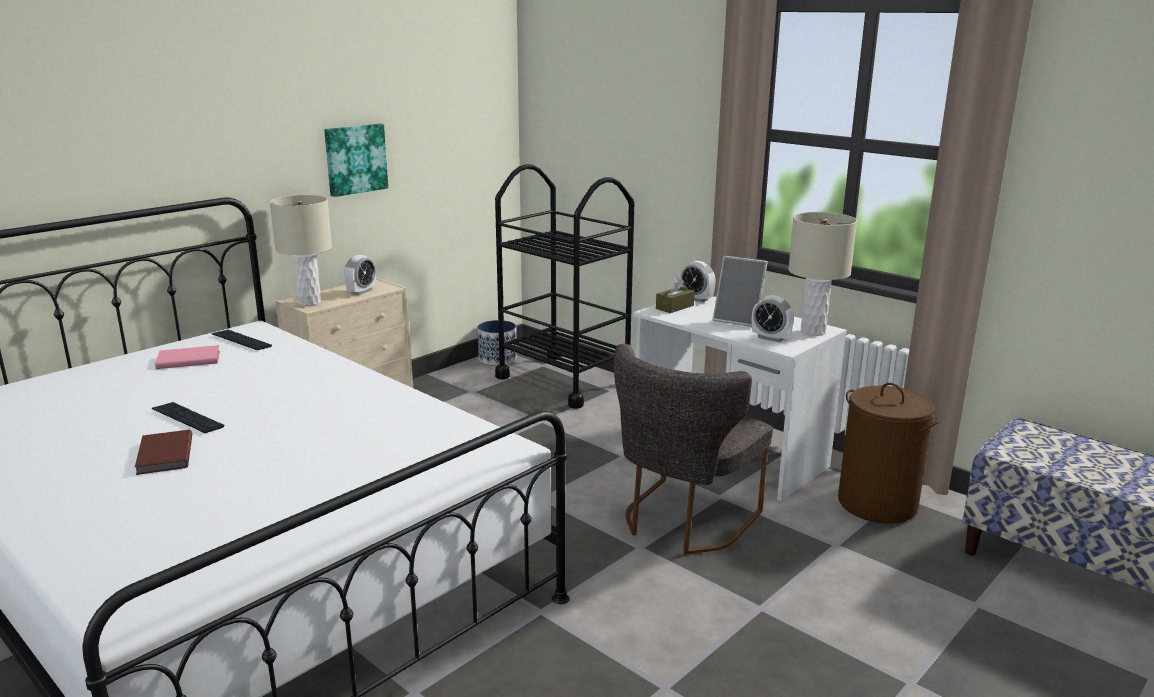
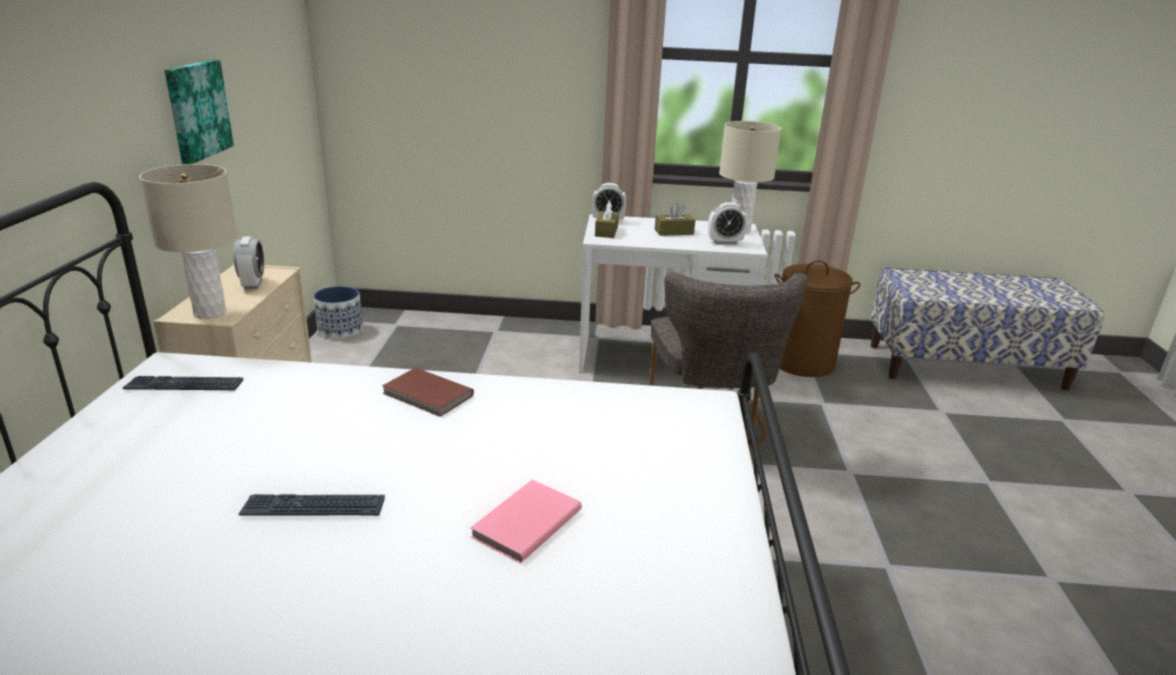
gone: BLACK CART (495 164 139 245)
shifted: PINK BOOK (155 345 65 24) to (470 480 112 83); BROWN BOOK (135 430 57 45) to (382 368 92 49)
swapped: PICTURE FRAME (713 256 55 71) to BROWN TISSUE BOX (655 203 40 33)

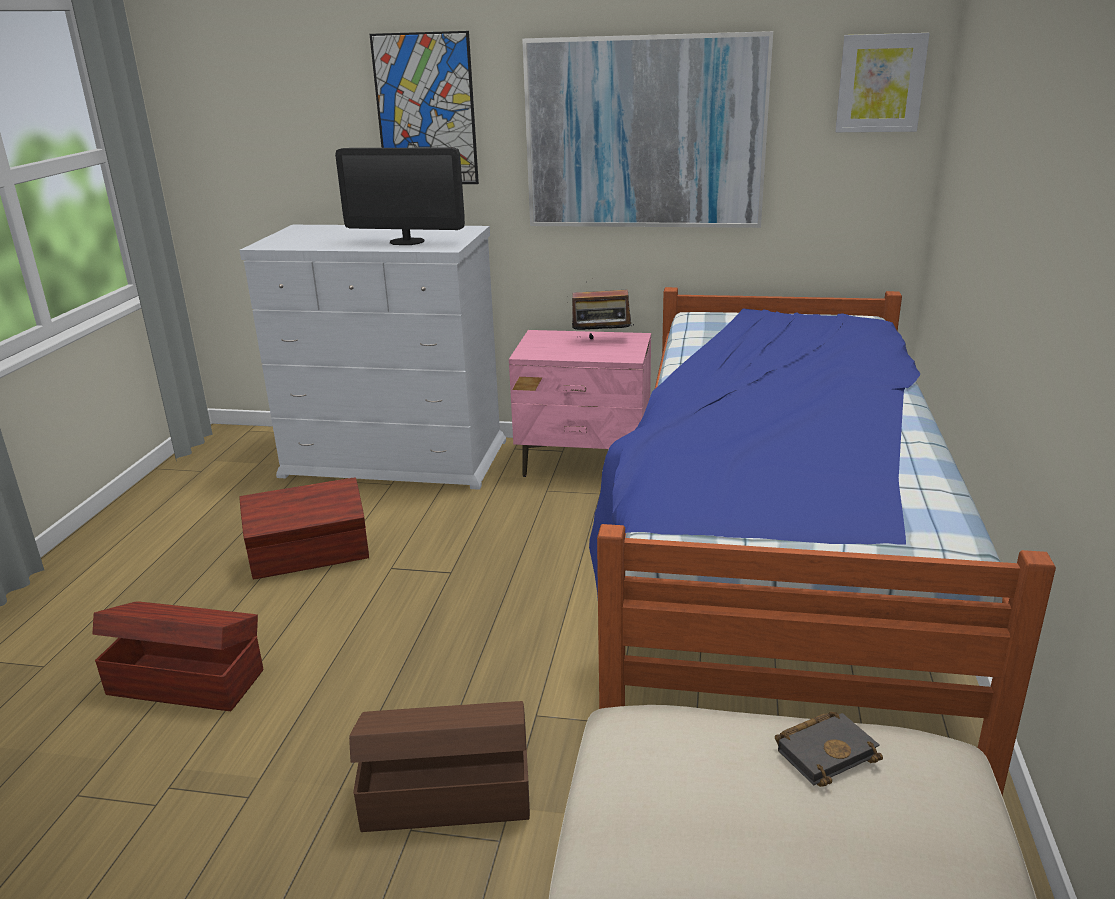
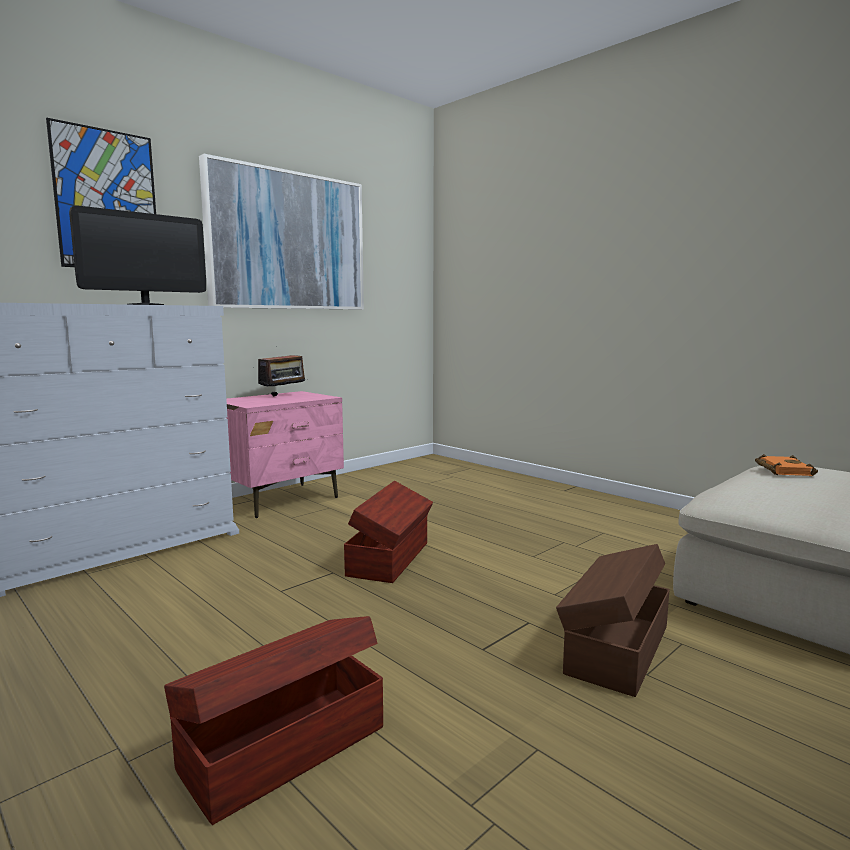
gone: PICTURE (835 33 95 99); BED (589 287 467 509)
shifted: BROWN STORAGE BOX (240 477 129 103) to (344 481 89 102)
repainted: BLACK BOOK (775 712 108 75) to ORANGE BOOK (755 454 63 22)

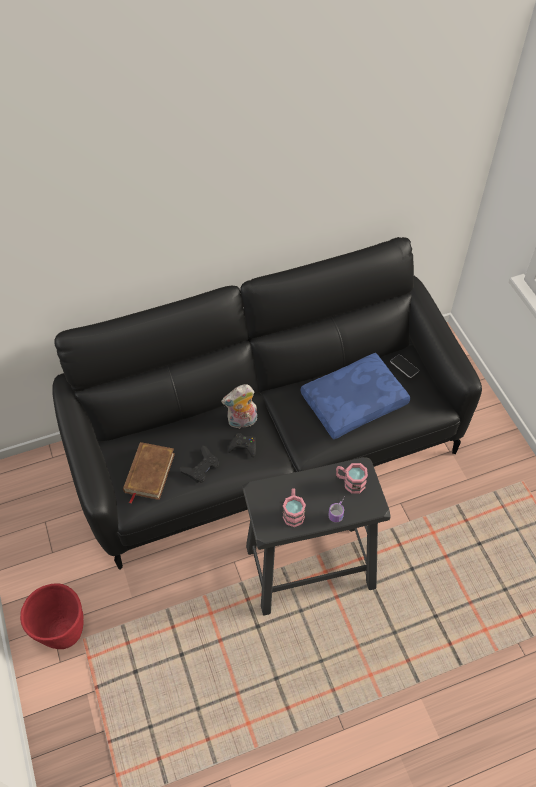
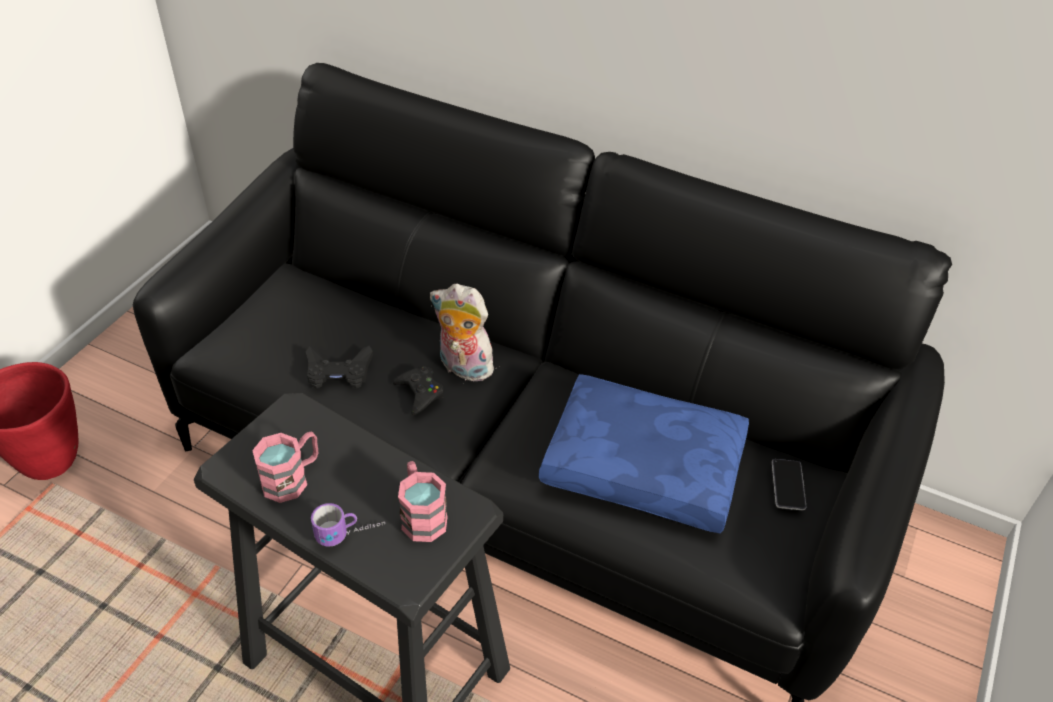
gone: BROWN BOOK (123 442 52 61)

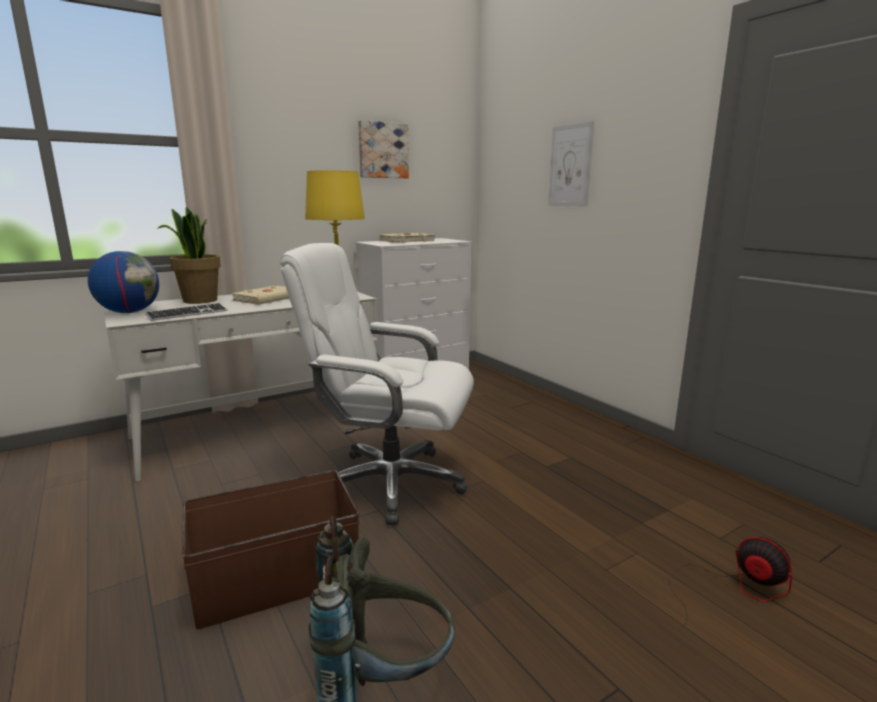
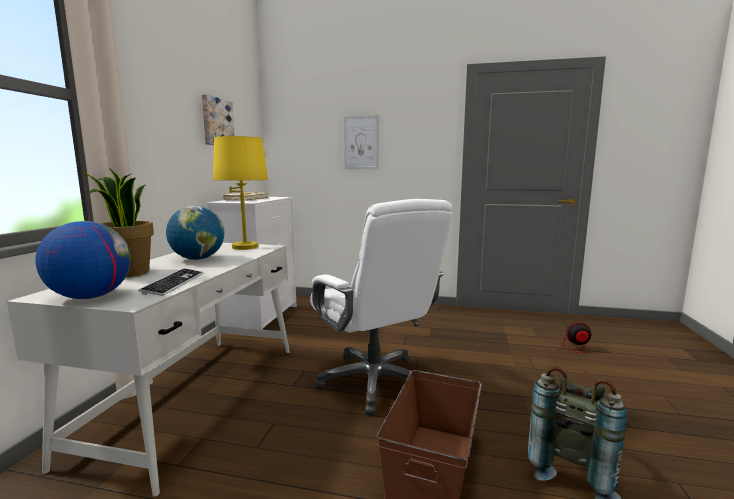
swapped: BEIGE BOOK (231 285 58 20) to GLOBE (166 206 59 54)
rotated: WHITE OFFICE CHAIR (280 243 194 282) = (310 199 142 216) 90 degrees counterclockwise

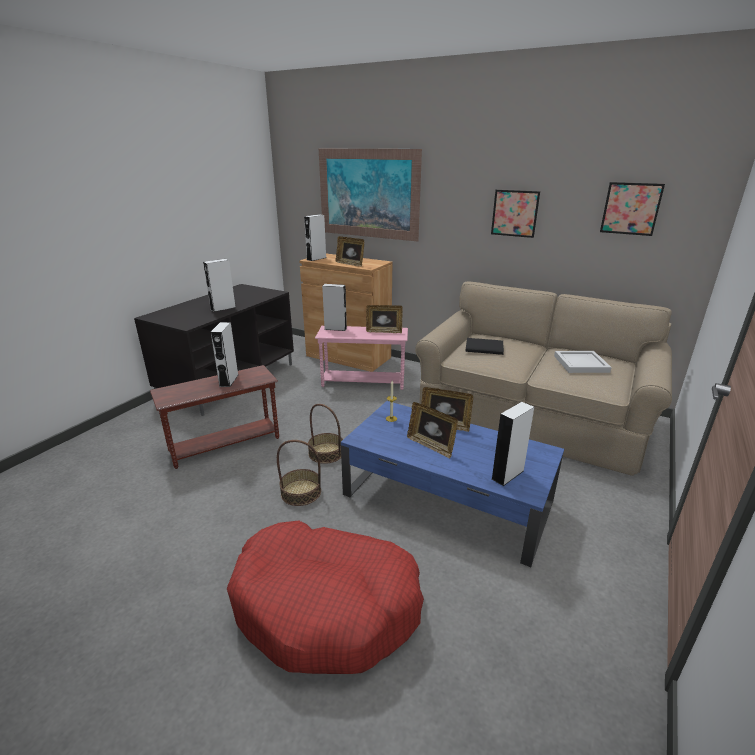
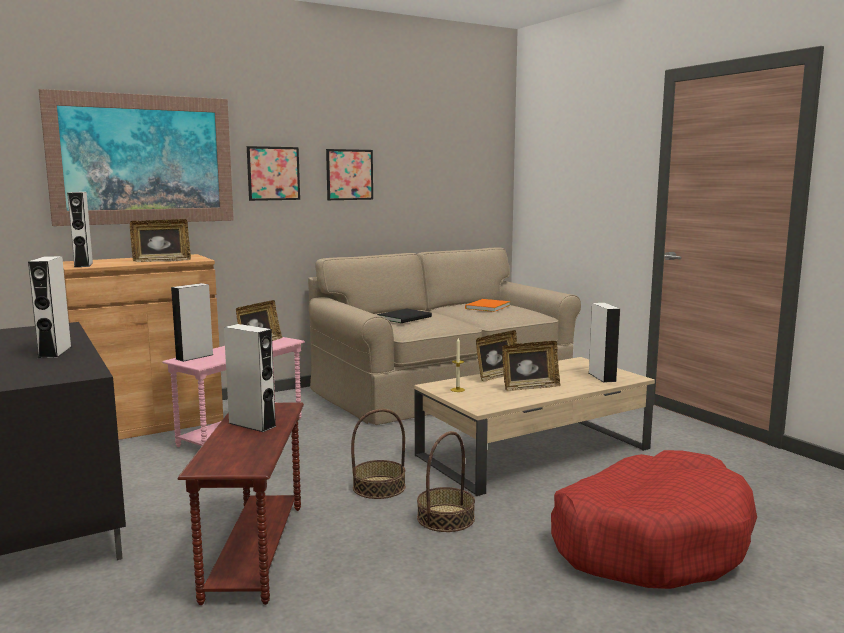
shifted: PICTURE (600 182 65 54) to (247 146 53 55)
swapped: WHITE TRAY (554 351 58 22) to ORANGE BOOK (465 299 45 13)
repainted: BLUE COFFEE TABLE (341 401 223 166) to BEIGE COFFEE TABLE (414 357 241 139)

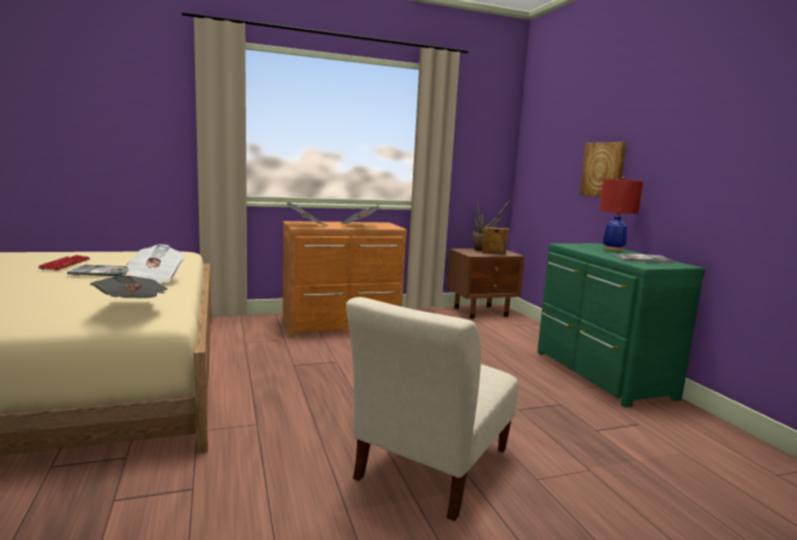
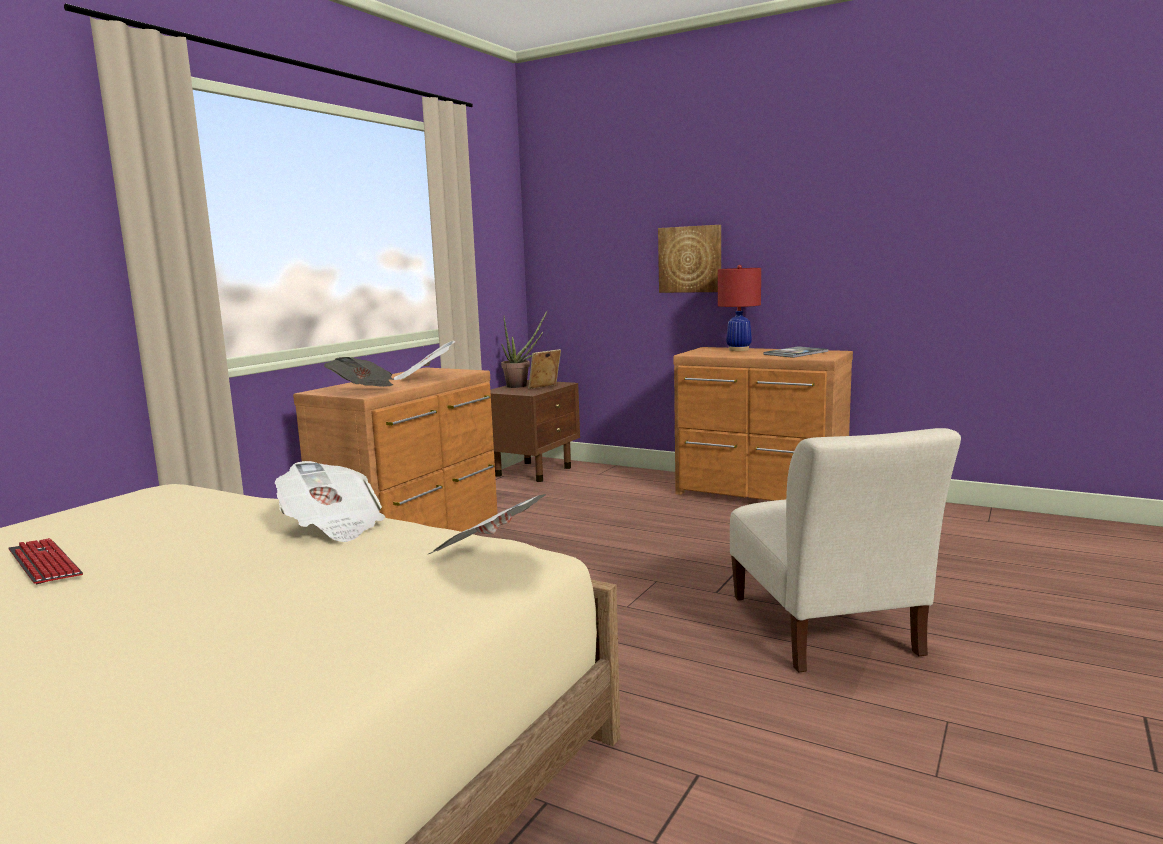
gone: BOOK (67 265 62 12)
repainted: GREEN DRESSER (538 243 168 164) to BROWN DRESSER (673 347 180 154)

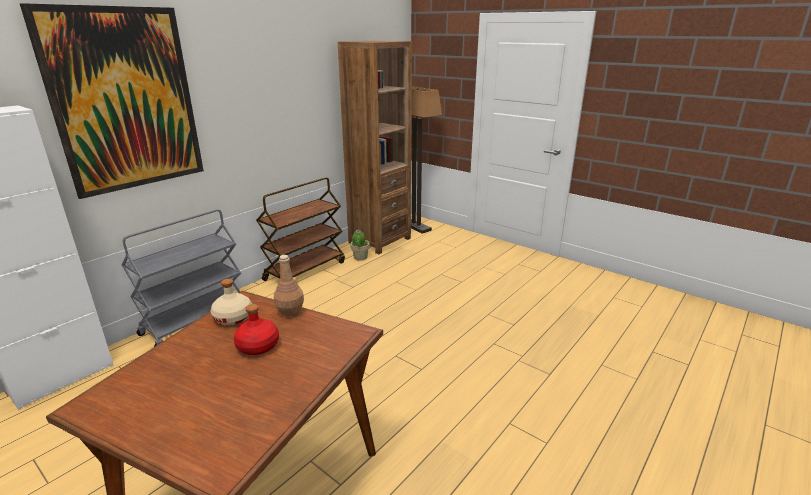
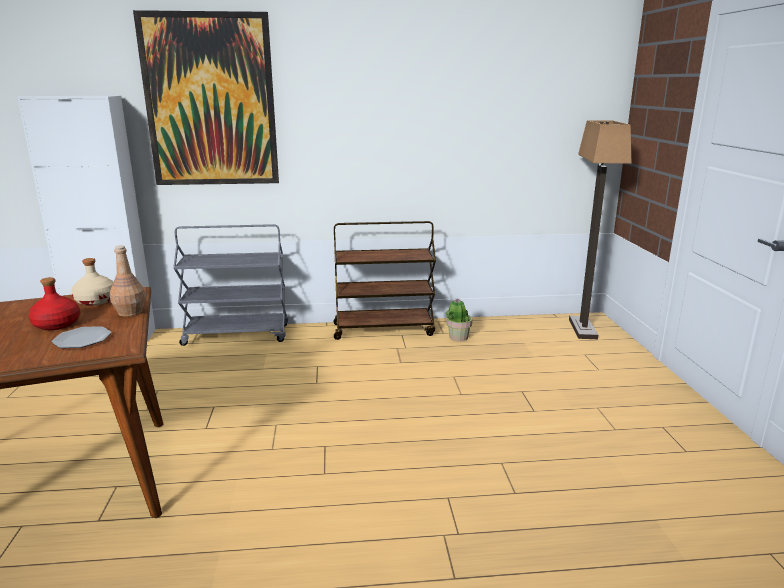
gone: BROWN BOOKCASE (338 40 74 214)
new: PLATE (51 326 60 22)

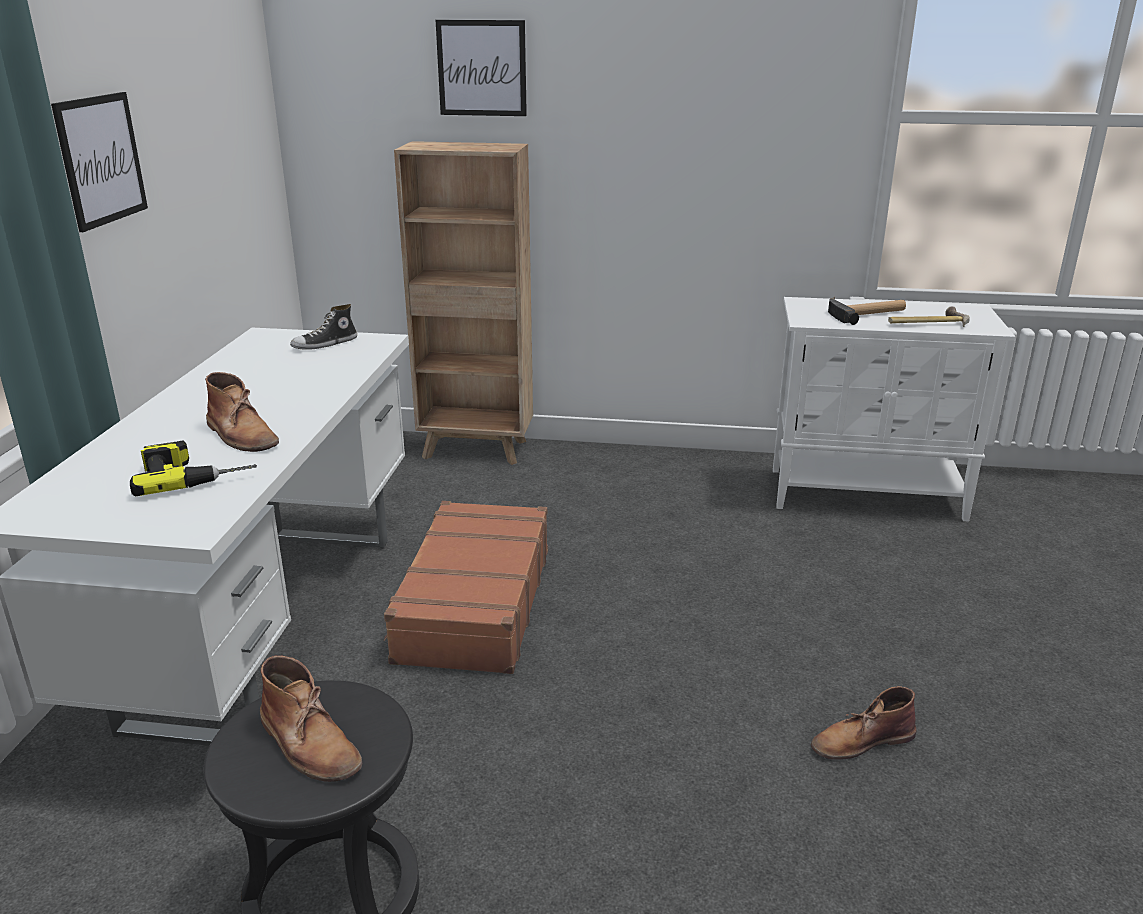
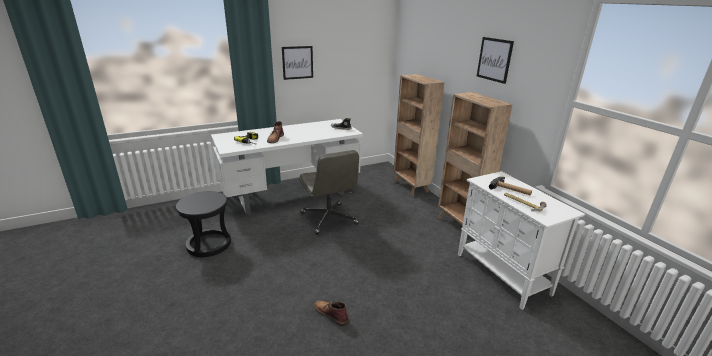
gone: BROWN BOOT (260 656 102 126)
new: BROWN BOOKCASE (438 92 75 134)
shifted: PICTURE (436 20 91 96) to (477 37 37 47)
swapped: BROWN SUITCASE (383 501 165 173) to GREY OFFICE CHAIR (299 150 60 84)

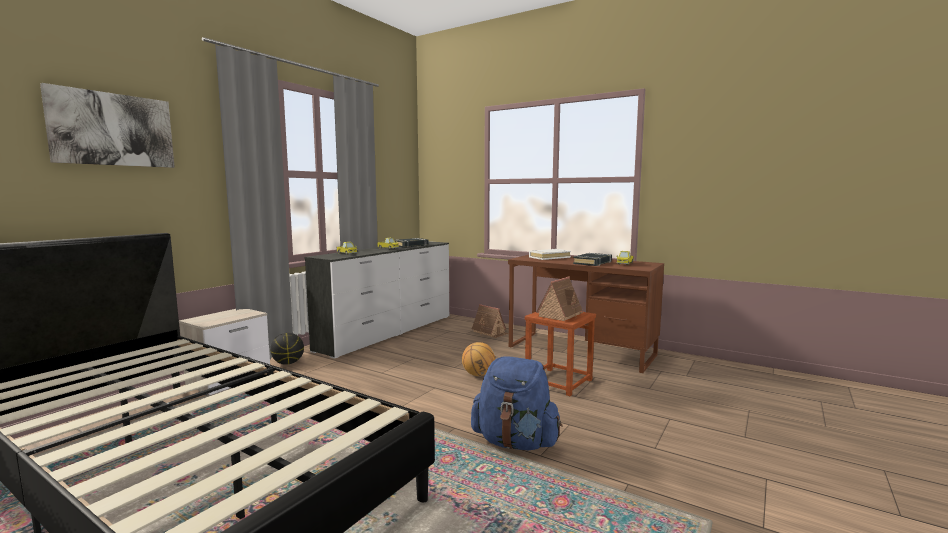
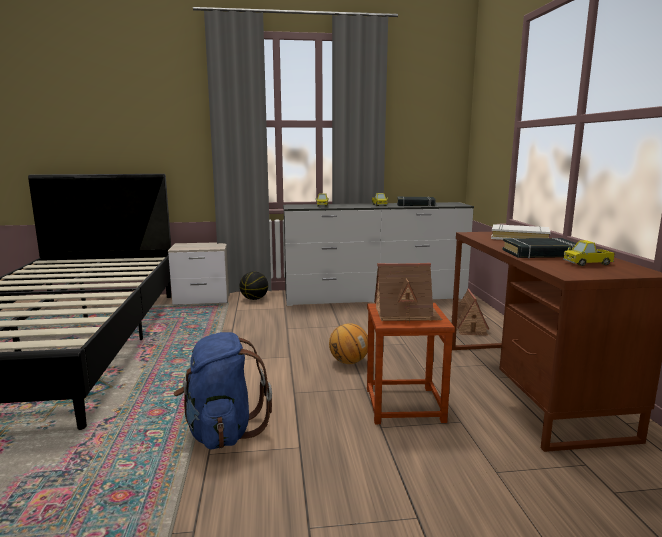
gone: PICTURE (40 83 135 85)

